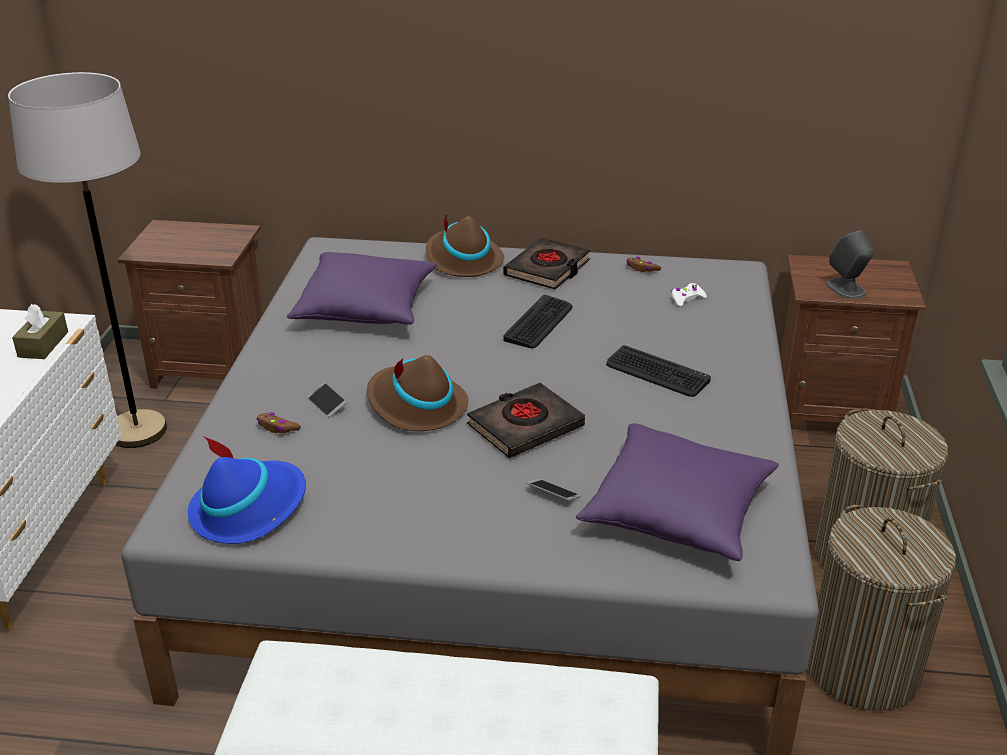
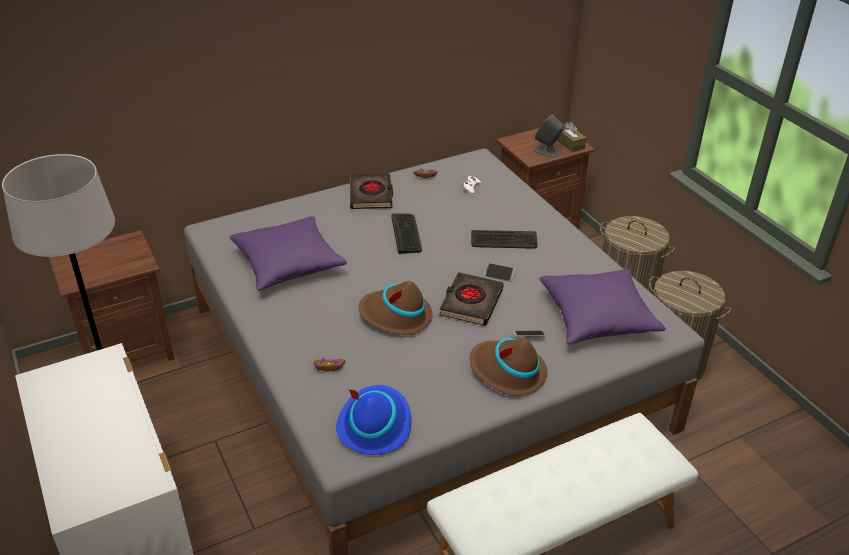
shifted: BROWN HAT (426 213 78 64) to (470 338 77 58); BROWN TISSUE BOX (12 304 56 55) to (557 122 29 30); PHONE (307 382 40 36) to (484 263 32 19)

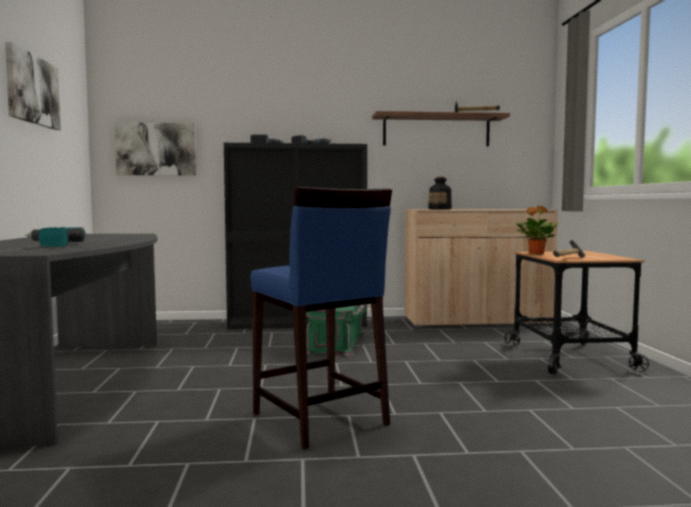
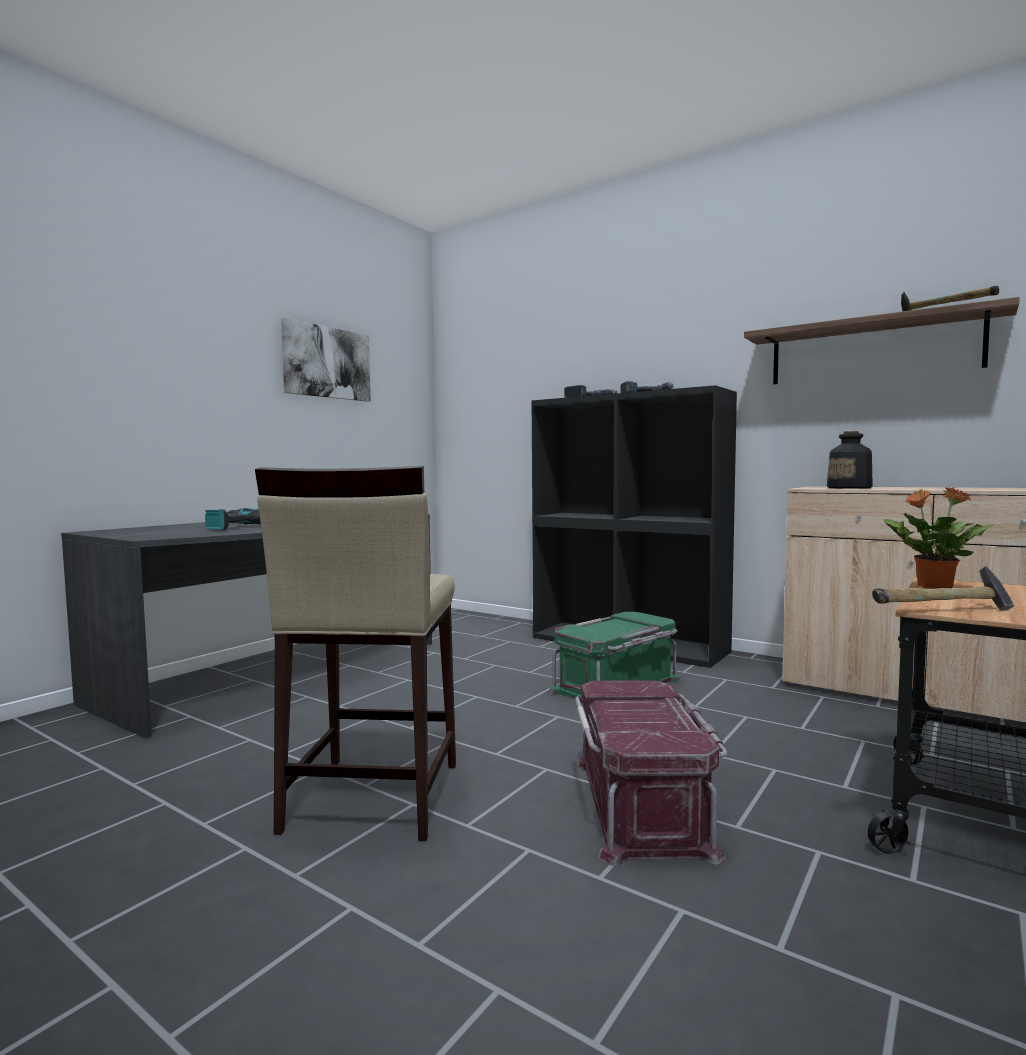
gone: PICTURE (114 122 82 54)
new: RED STORAGE BOX (575 680 152 187)
repainted: BLUE STOOL (251 187 141 262) to BEIGE STOOL (255 466 201 375)

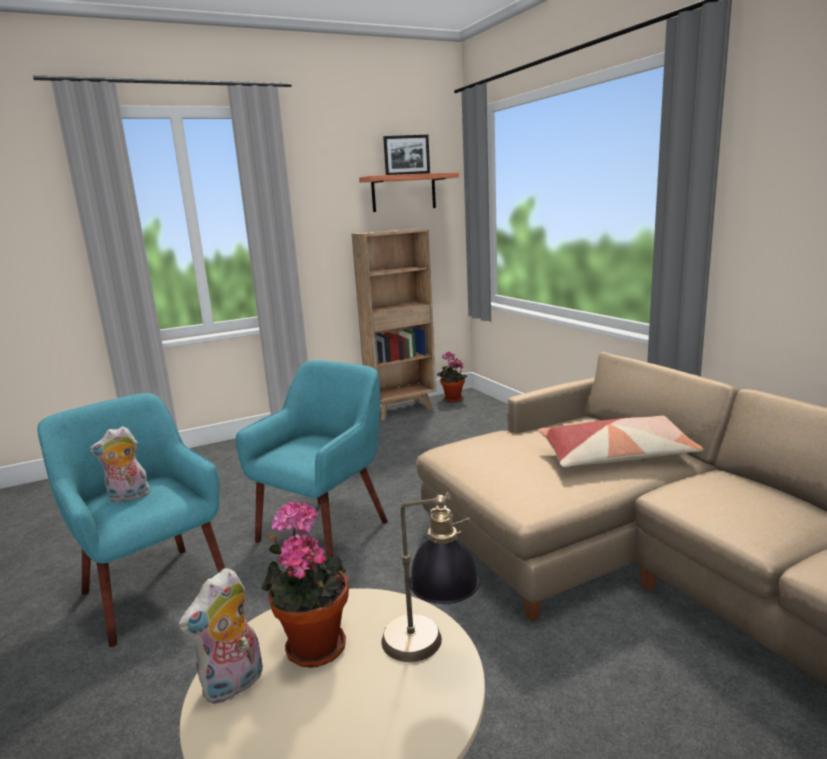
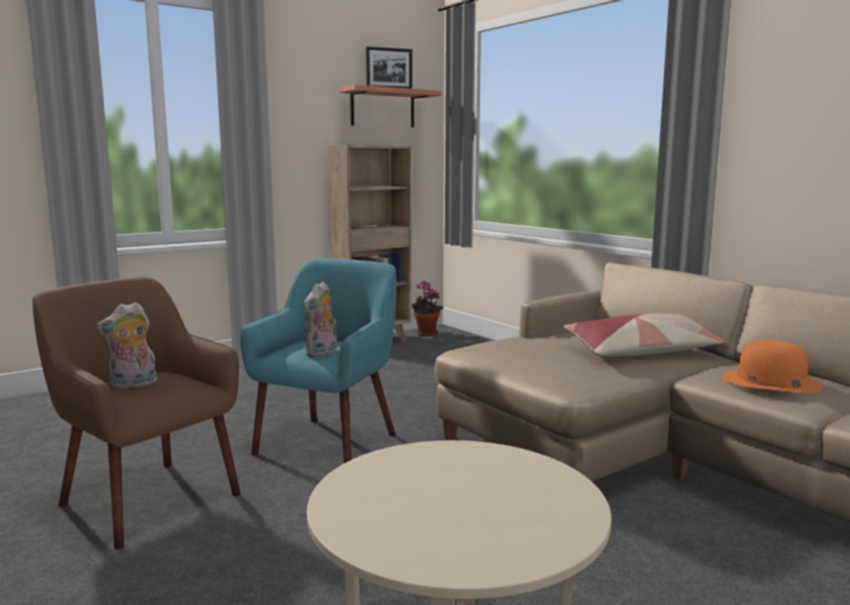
gone: TABLE LAMP (382 492 98 170); POTTED PLANT (261 501 88 167)
new: ORANGE HAT (723 340 100 53)
shifted: PLUSH TOY (178 568 85 136) to (304 282 33 75)
repainted: TURQUOISE ARMCHAIR (37 393 188 254) to BROWN ARMCHAIR (32 277 209 273)

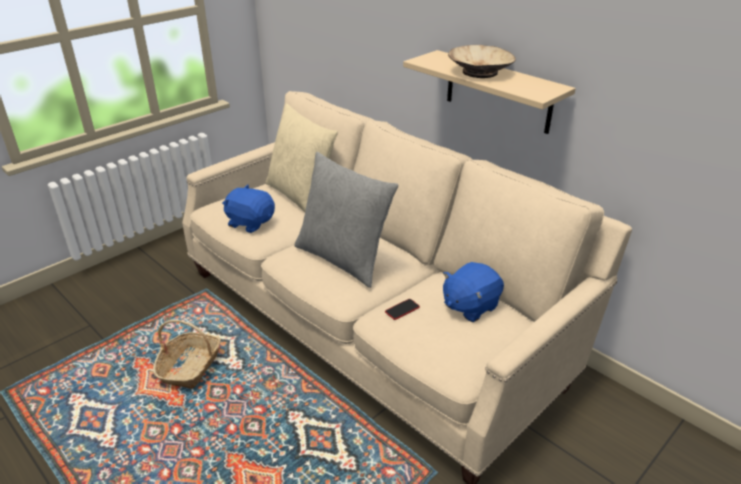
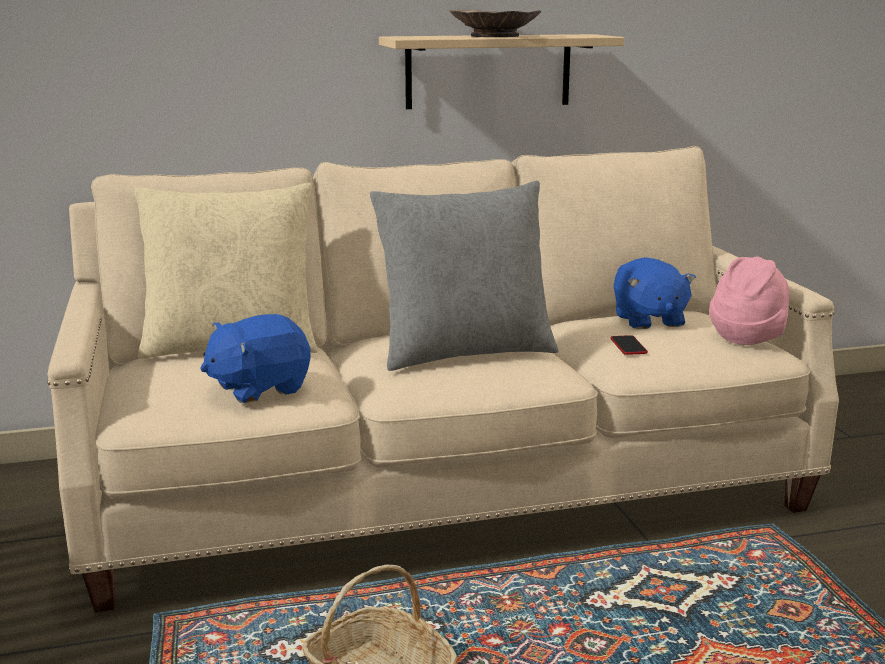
new: PINK HAT (709 256 80 89)

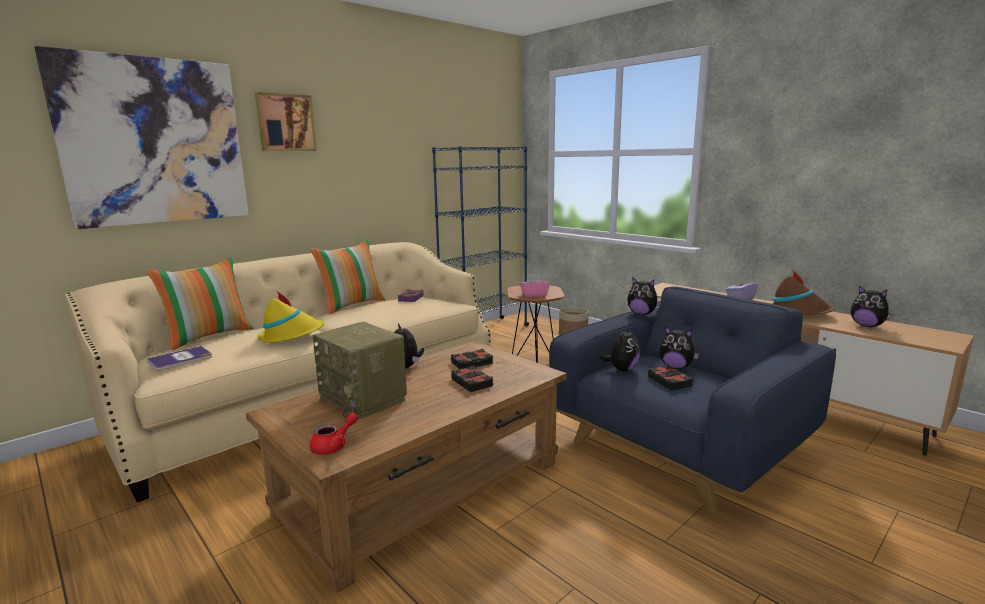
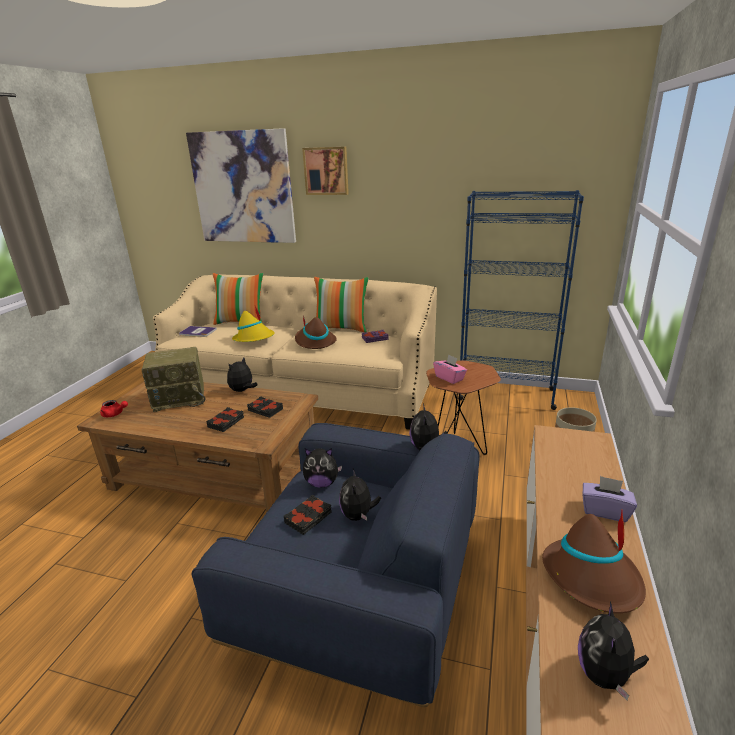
new: BROWN HAT (295 315 42 34)
rotated: RADIO (313 322 94 98) = (142 347 63 65) 120 degrees counterclockwise

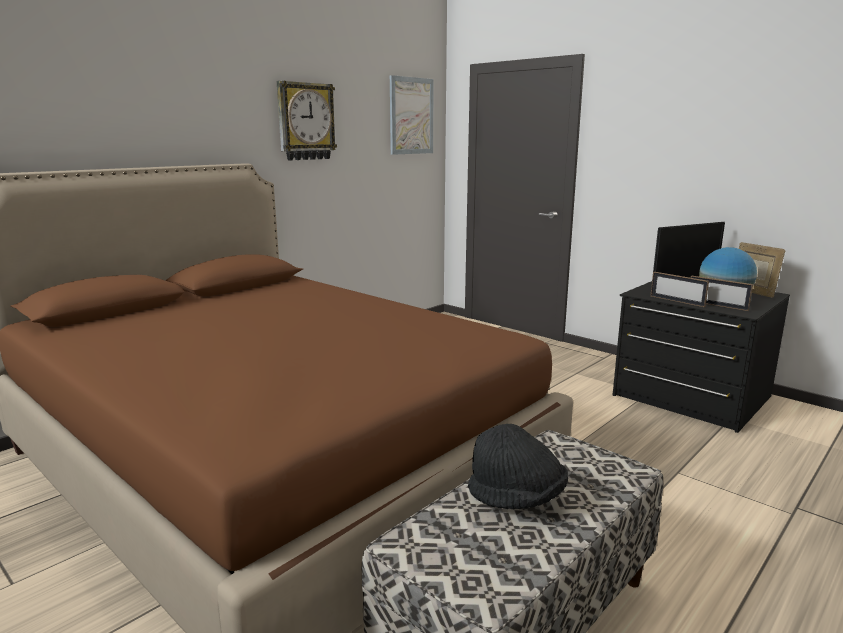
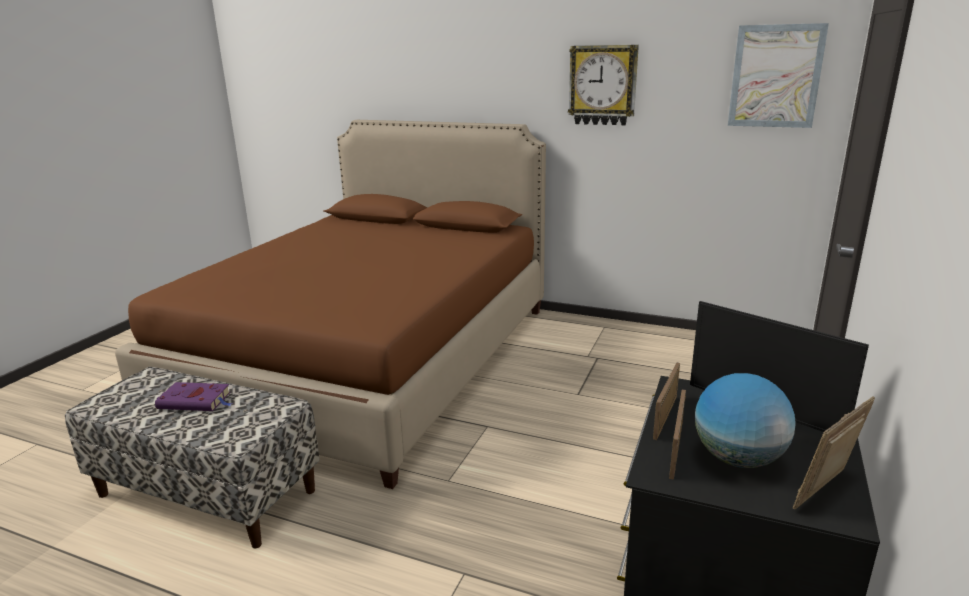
swapped: BLACK HAT (468 424 100 85) to PURPLE BOOK (155 382 78 29)

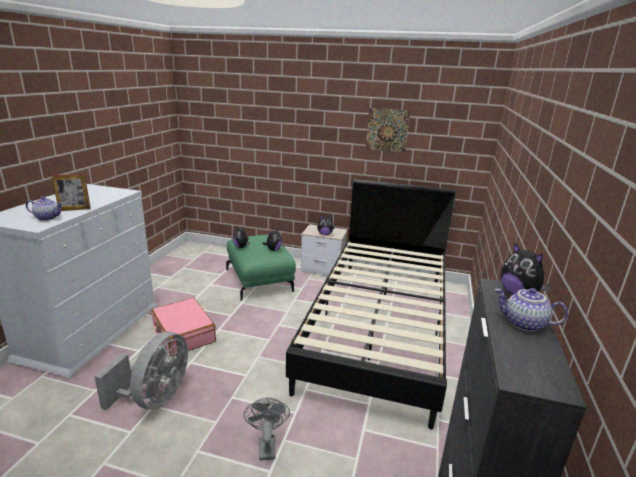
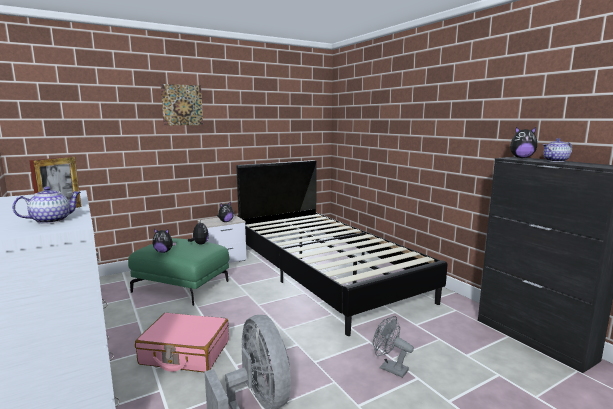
shifted: PICTURE (366 108 44 44) to (160 84 43 41)

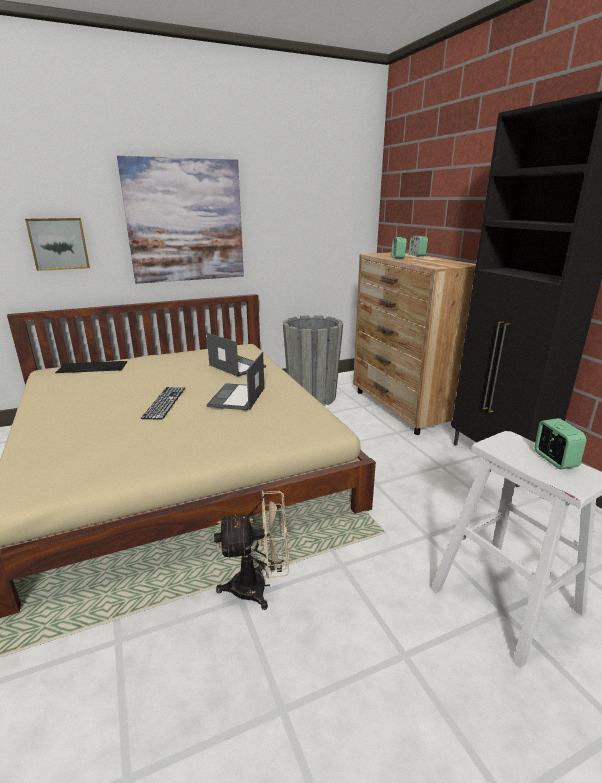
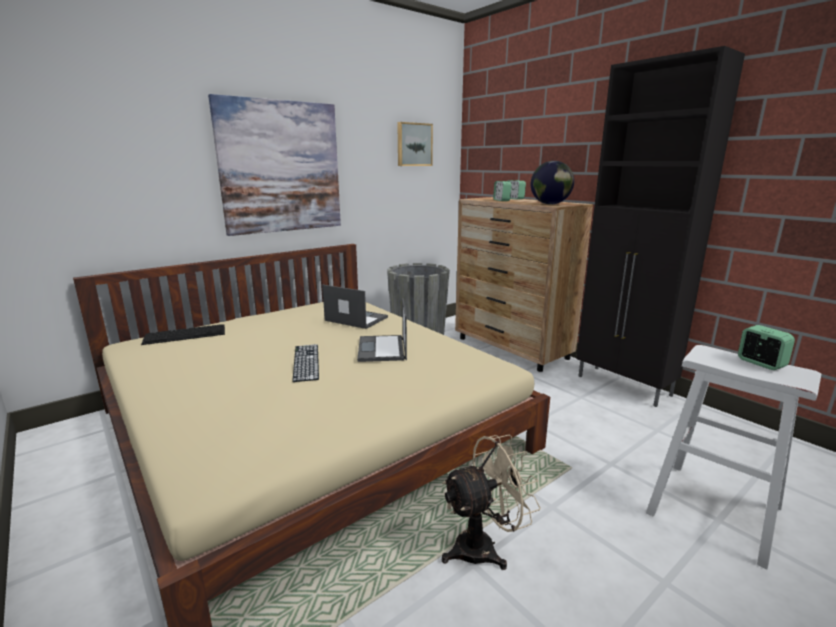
new: GLOBE (531 161 43 43)
shifted: PICTURE (25 218 65 53) to (397 122 36 44)

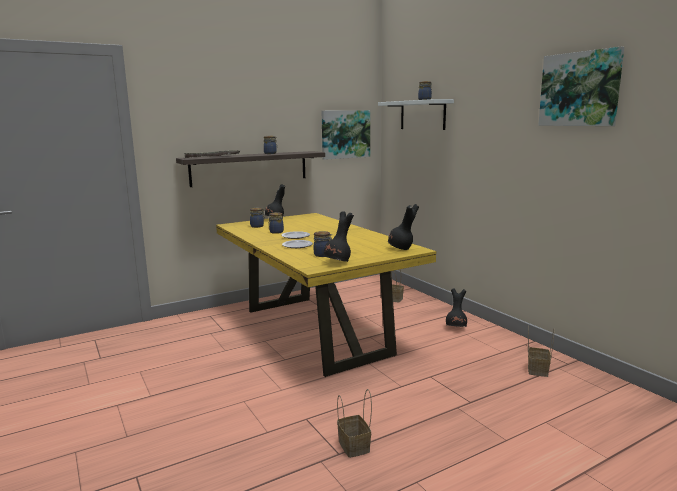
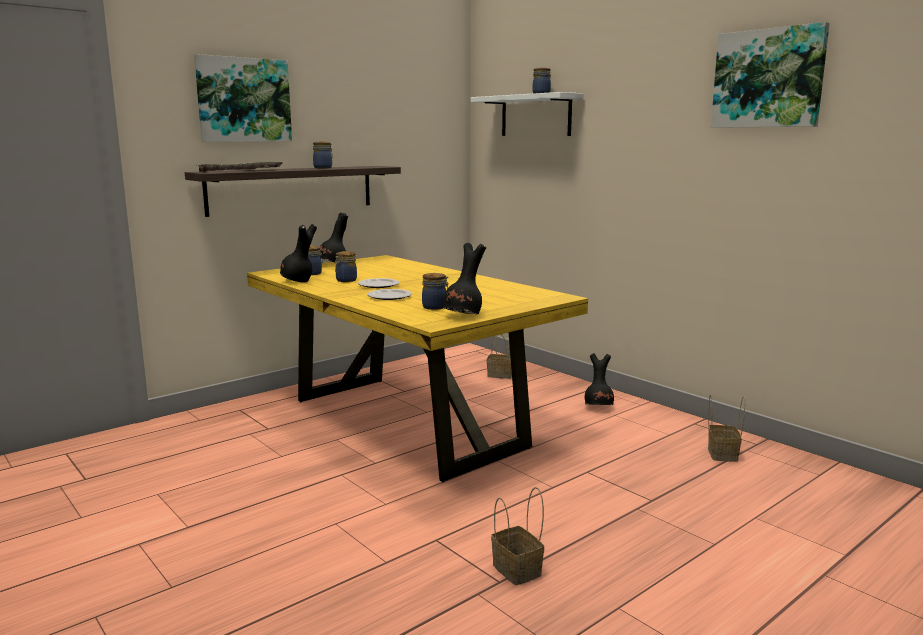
shifted: PICTURE (322 110 48 50) to (194 54 98 88); BLACK VASE (388 204 31 46) to (280 224 37 58)

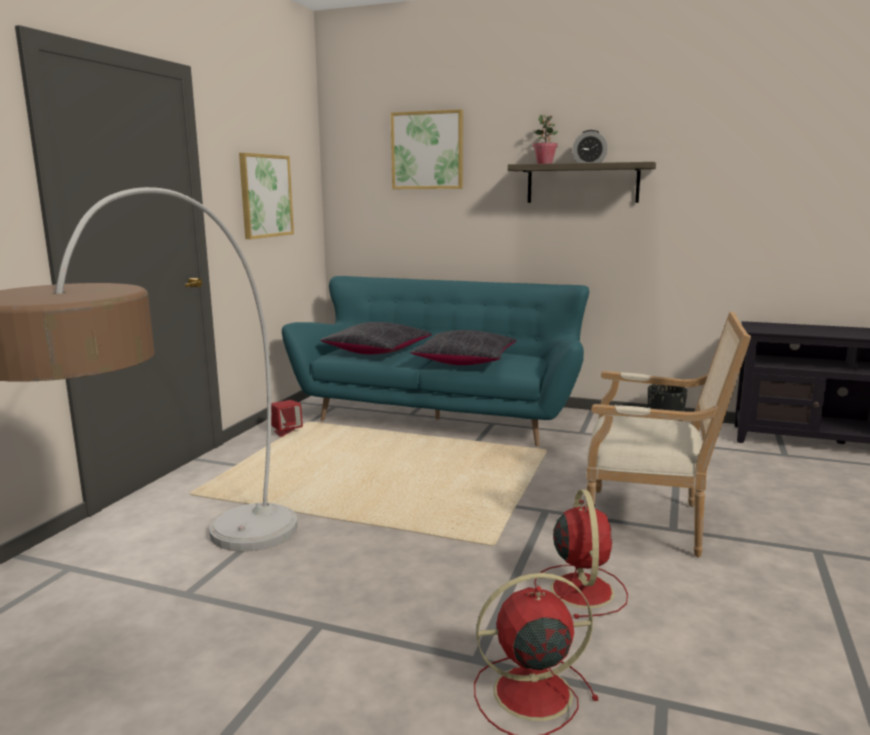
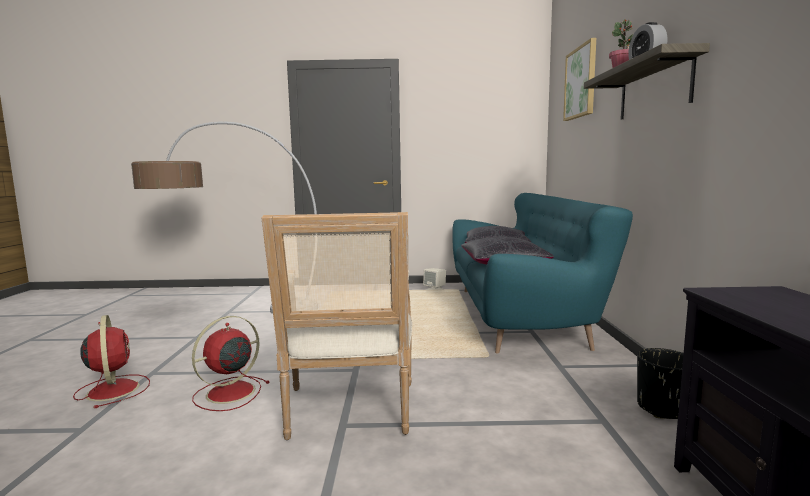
gone: PICTURE (239 153 55 86)
repainted: RED SPEAKER (271 400 32 37) to BEIGE SPEAKER (423 268 23 22)
rotated: RED FAN (534 489 94 130) = (192 316 78 95) 150 degrees clockwise

